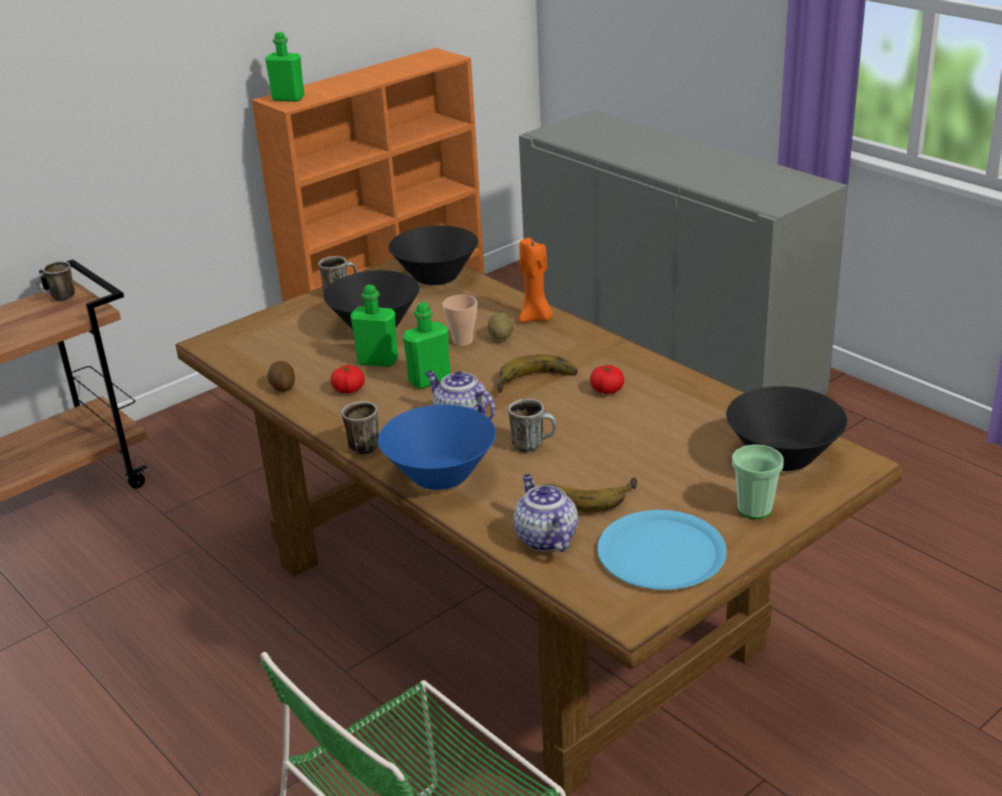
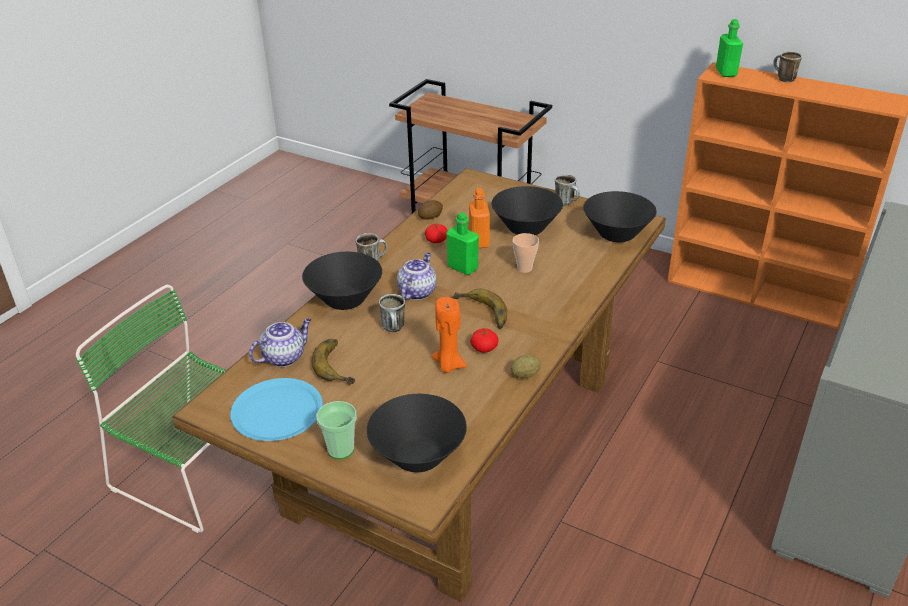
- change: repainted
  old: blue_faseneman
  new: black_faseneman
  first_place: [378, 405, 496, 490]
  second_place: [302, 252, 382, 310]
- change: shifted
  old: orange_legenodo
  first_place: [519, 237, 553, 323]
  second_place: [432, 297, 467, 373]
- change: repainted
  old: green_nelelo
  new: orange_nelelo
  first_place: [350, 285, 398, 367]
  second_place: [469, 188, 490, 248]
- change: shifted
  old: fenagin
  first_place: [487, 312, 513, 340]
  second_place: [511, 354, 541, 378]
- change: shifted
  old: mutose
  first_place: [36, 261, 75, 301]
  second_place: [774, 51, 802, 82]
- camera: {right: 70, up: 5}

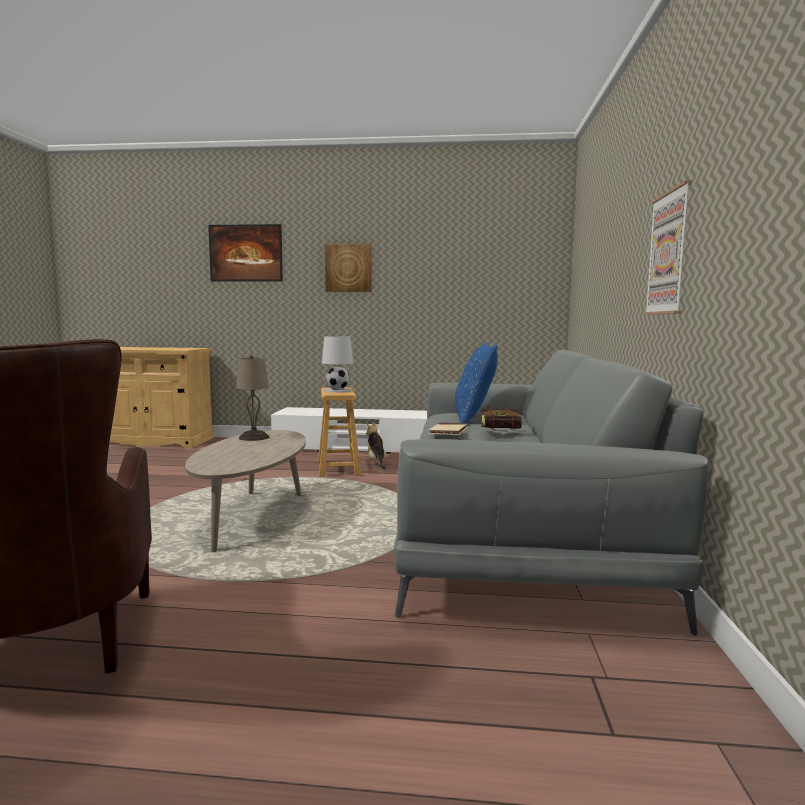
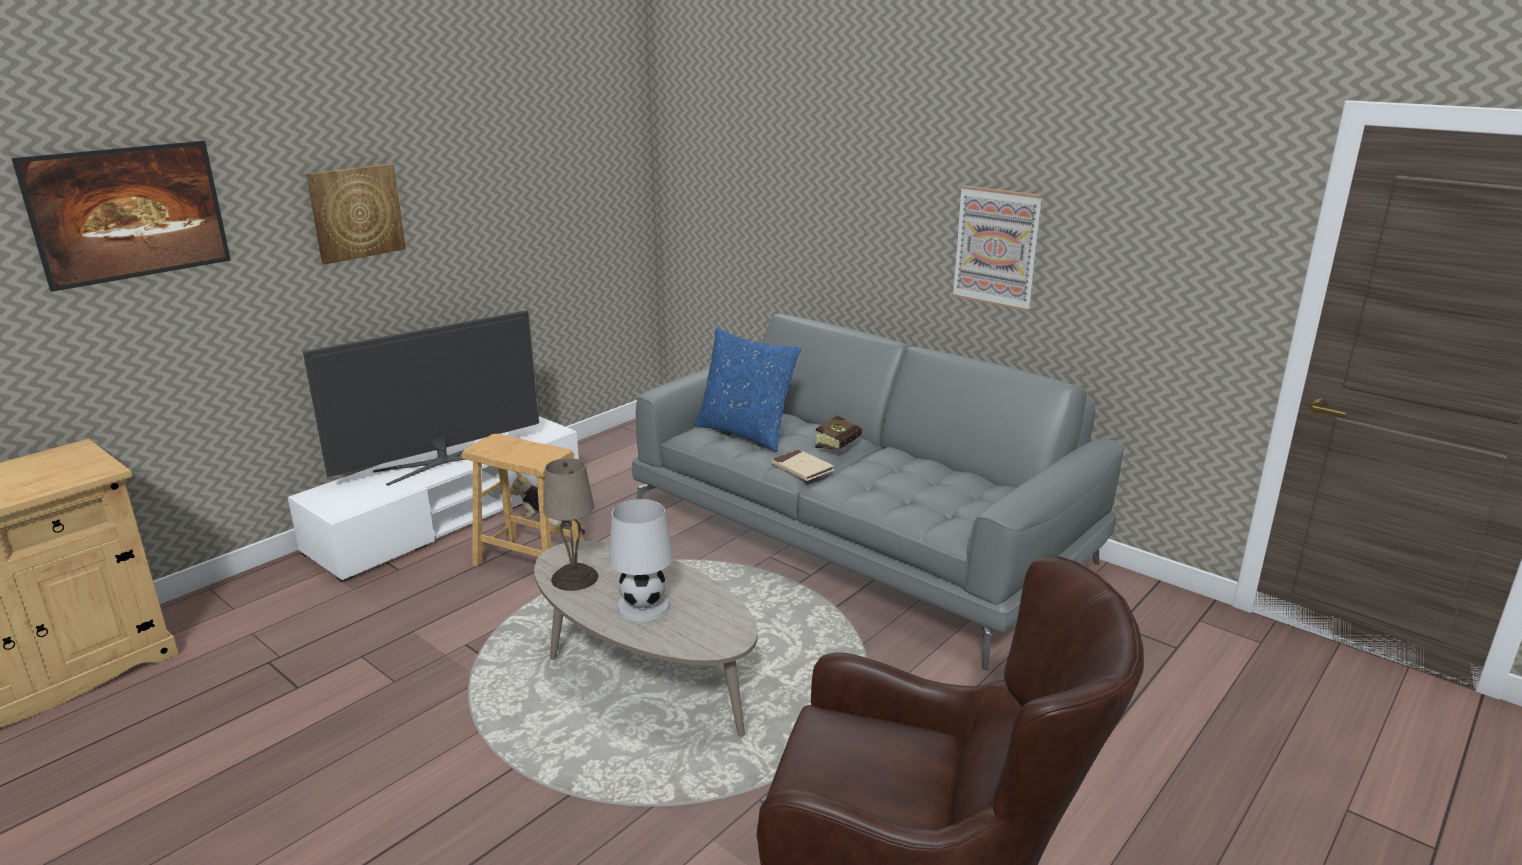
- change: new
  new: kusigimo
  second_place: [303, 310, 539, 486]
- change: shifted
  old: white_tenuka
  first_place: [322, 336, 353, 393]
  second_place: [609, 499, 673, 622]
- camera: {right: -55, up: 15}

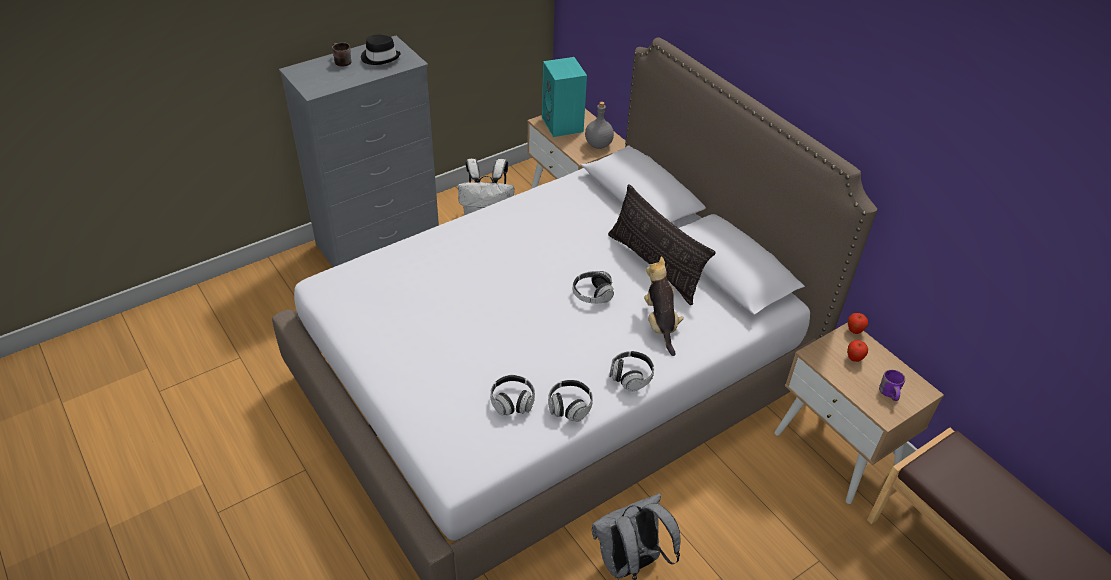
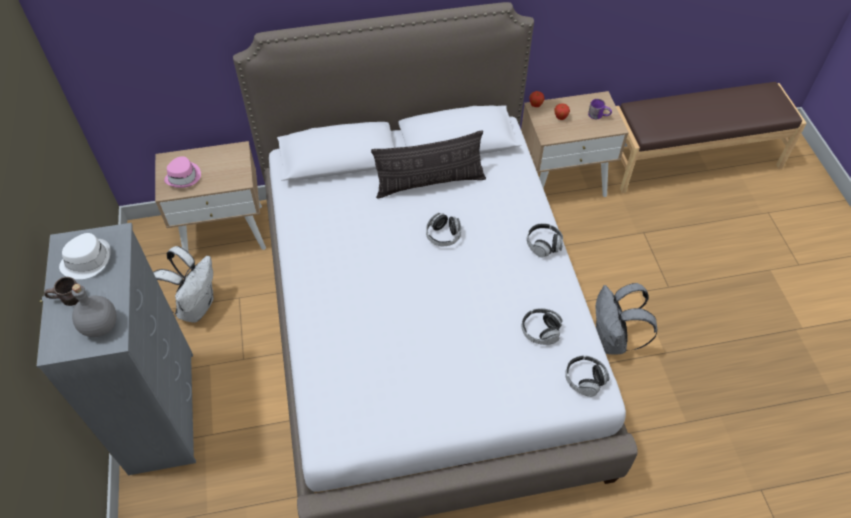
- change: repainted
  old: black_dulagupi
  new: white_dulagupi
  first_place: [361, 35, 401, 65]
  second_place: [59, 233, 111, 279]
- change: shifted
  old: grey_nelelo
  first_place: [585, 102, 614, 149]
  second_place: [72, 284, 117, 337]
- change: swapped
  old: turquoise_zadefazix
  new: pink_dulagupi
  first_place: [542, 57, 587, 137]
  second_place: [164, 156, 201, 188]
- change: shifted
  old: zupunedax
  first_place: [548, 380, 593, 422]
  second_place: [565, 355, 609, 397]
- change: gone
  old: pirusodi
  first_place: [644, 256, 684, 356]
- camera: {right: -65, up: 10}

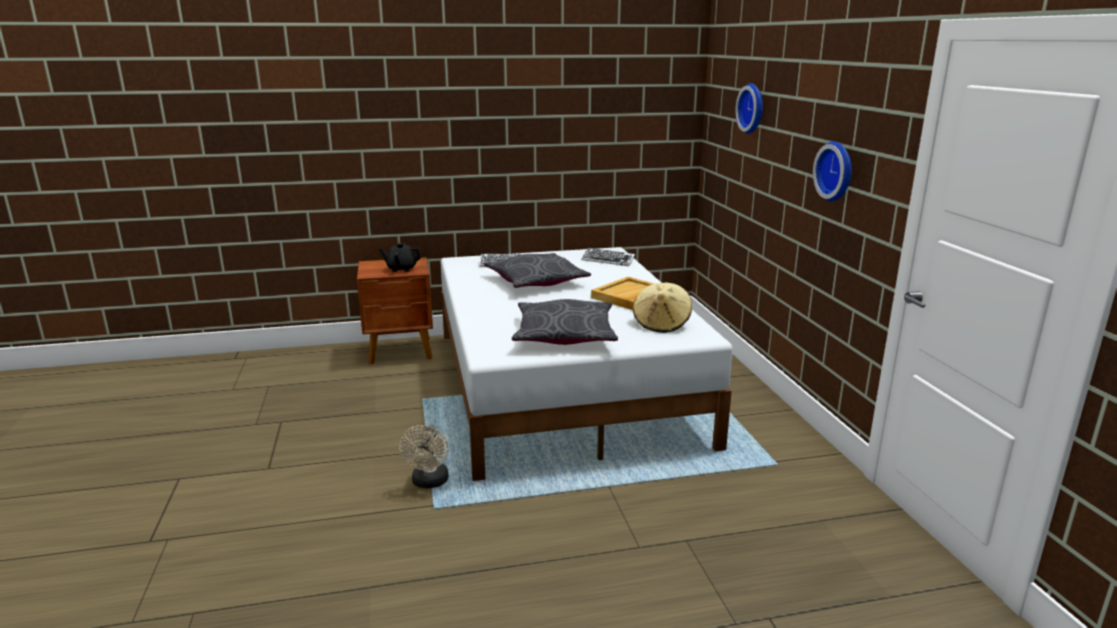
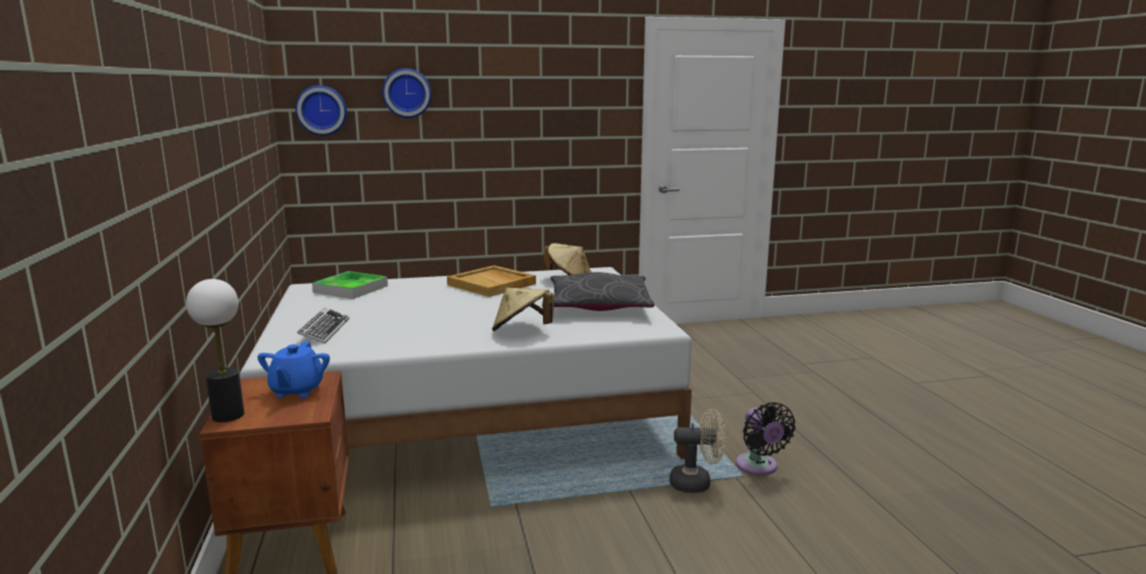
- change: new
  new: tenuka
  second_place: [186, 279, 244, 422]
- change: repainted
  old: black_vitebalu
  new: blue_vitebalu
  first_place: [379, 243, 422, 272]
  second_place: [257, 342, 330, 398]
- change: shifted
  old: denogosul
  first_place: [813, 141, 852, 201]
  second_place: [295, 85, 347, 136]
- change: swapped
  old: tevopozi
  new: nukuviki
  first_place: [581, 248, 635, 266]
  second_place: [312, 271, 388, 299]
- change: new
  new: beige_dulagupi
  second_place: [492, 288, 554, 331]
- change: new
  new: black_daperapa
  second_place: [736, 402, 796, 475]
- change: gone
  old: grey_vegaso
  first_place: [484, 253, 591, 288]
- camera: {right: -90, up: -5}

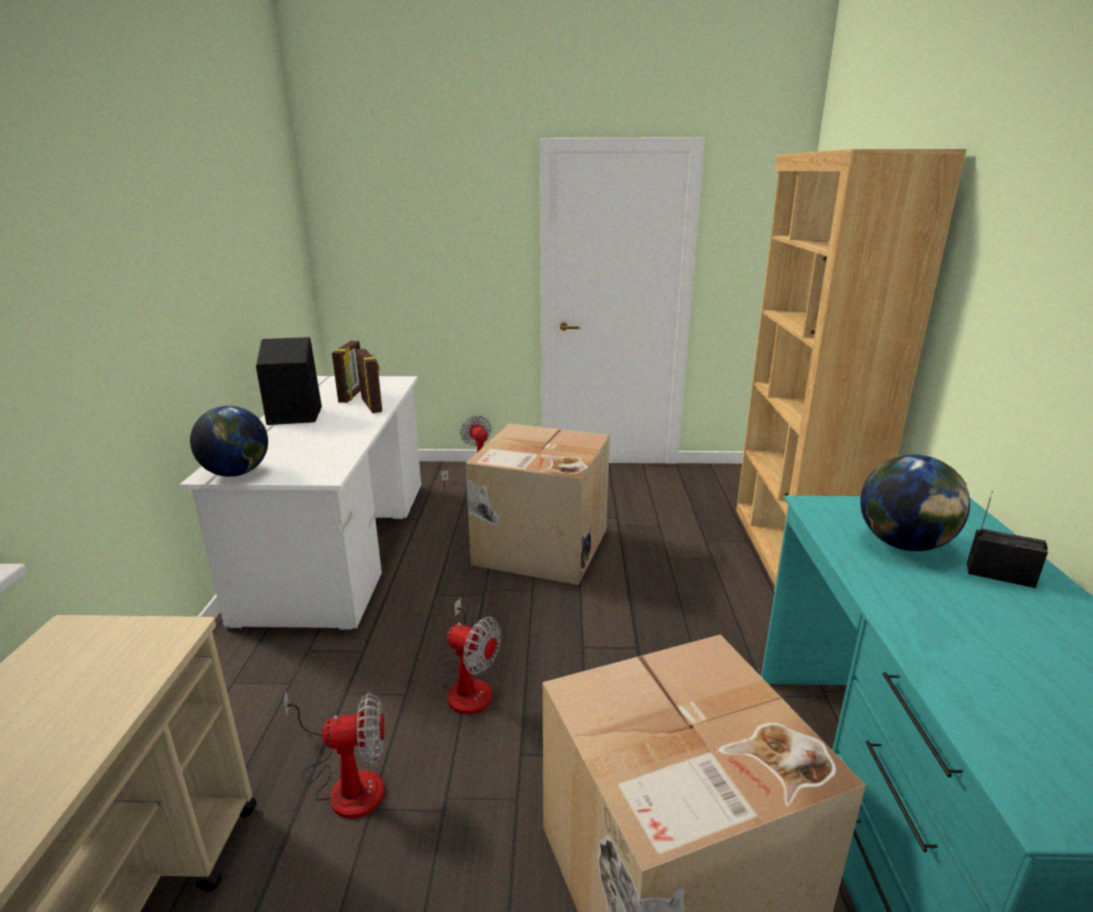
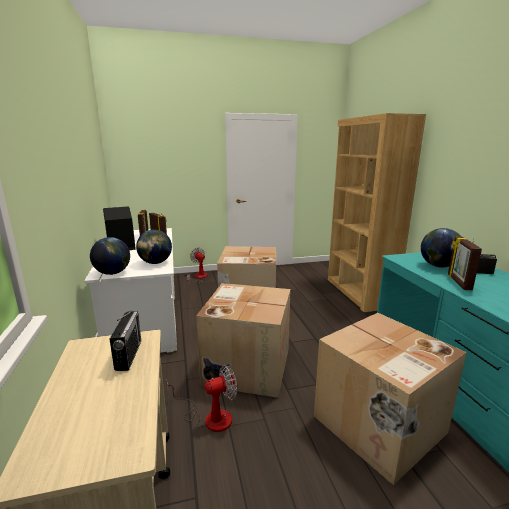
- change: new
  new: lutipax
  second_place: [110, 311, 141, 371]
- change: new
  new: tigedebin
  second_place: [136, 230, 172, 264]
- change: swapped
  old: daperapa
  new: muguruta
  first_place: [442, 598, 501, 714]
  second_place: [196, 283, 291, 398]
- change: new
  new: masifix
  second_place: [448, 237, 482, 291]
- camera: {right: -15, up: -5}

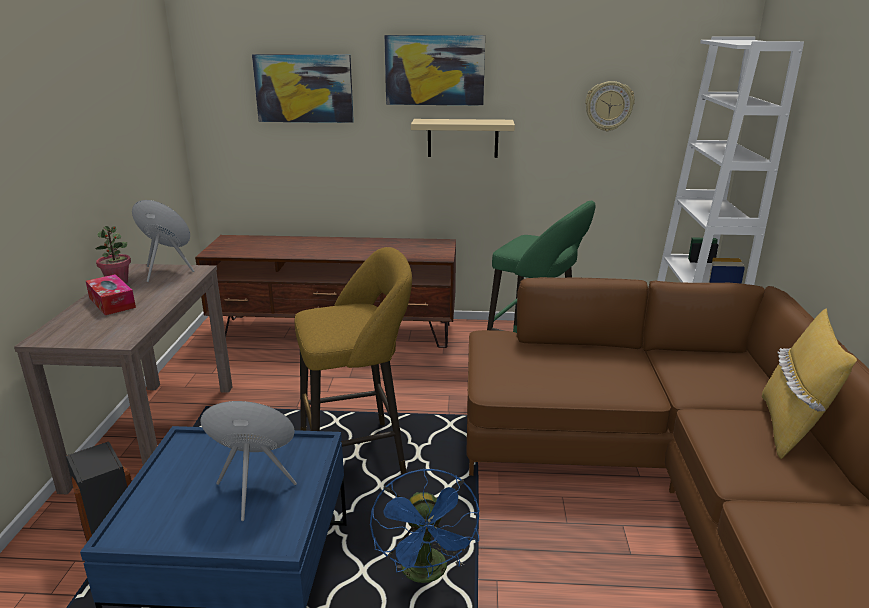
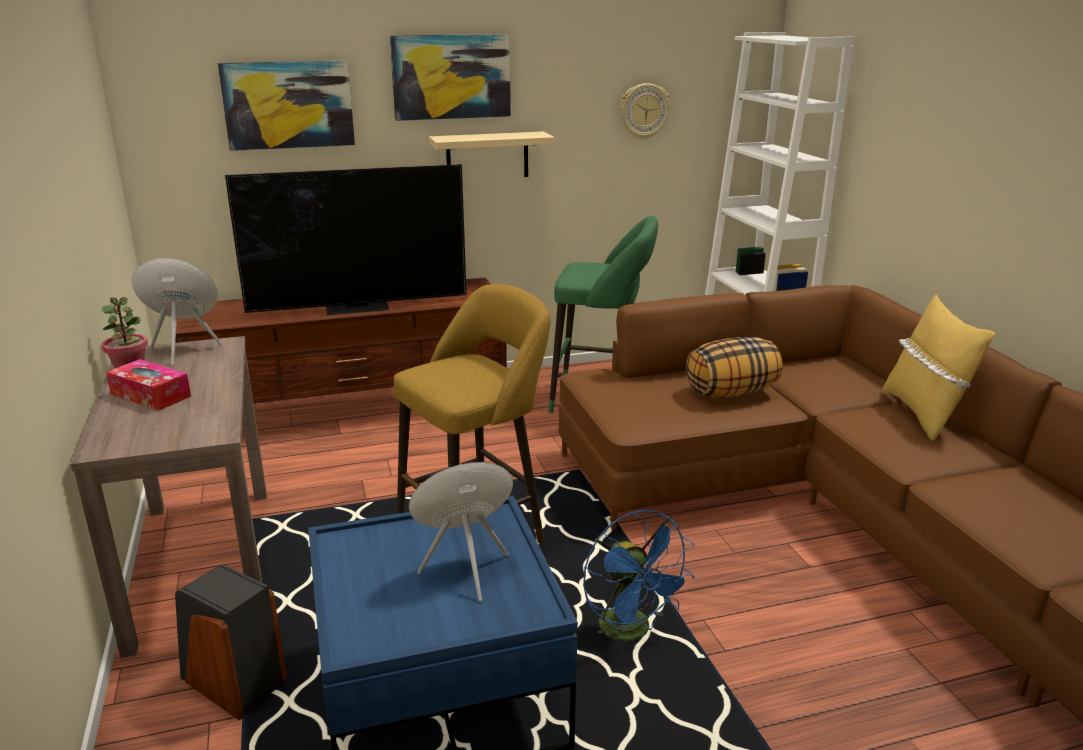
- change: new
  new: kusigimo
  second_place: [225, 164, 467, 315]
- change: new
  new: vegaso
  second_place: [686, 337, 783, 398]
- camera: {right: -20, up: 0}

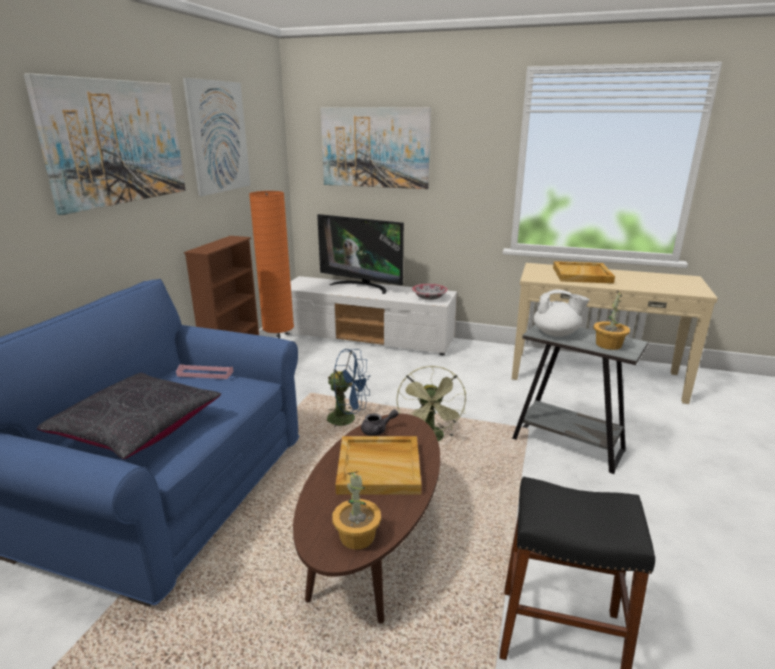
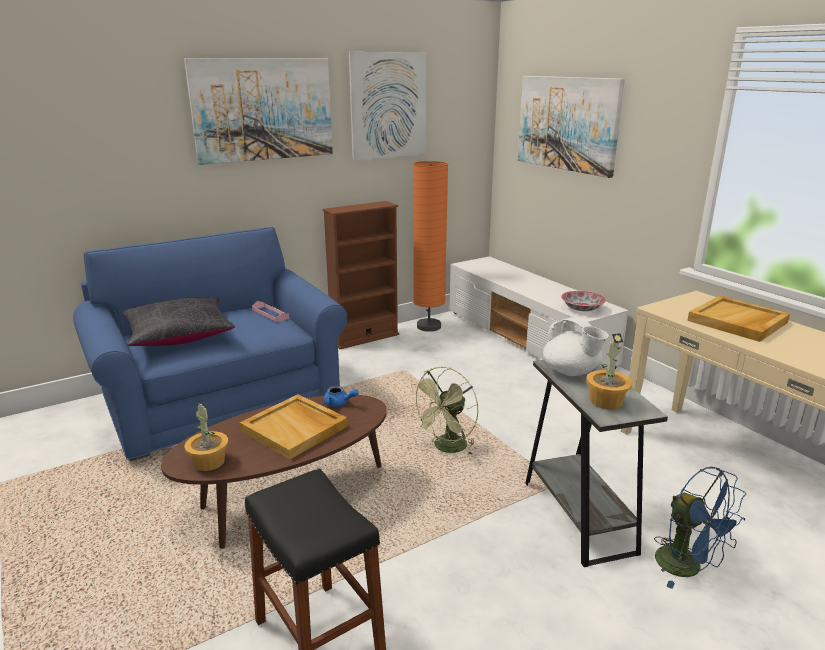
- change: repainted
  old: grey_vitebalu
  new: blue_vitebalu
  first_place: [361, 409, 398, 436]
  second_place: [324, 386, 359, 407]
- change: shifted
  old: blue_daperapa
  first_place: [327, 349, 370, 427]
  second_place: [654, 467, 746, 589]
- change: gone
  old: kusigimo
  first_place: [317, 214, 404, 294]
- camera: {right: 40, up: 0}

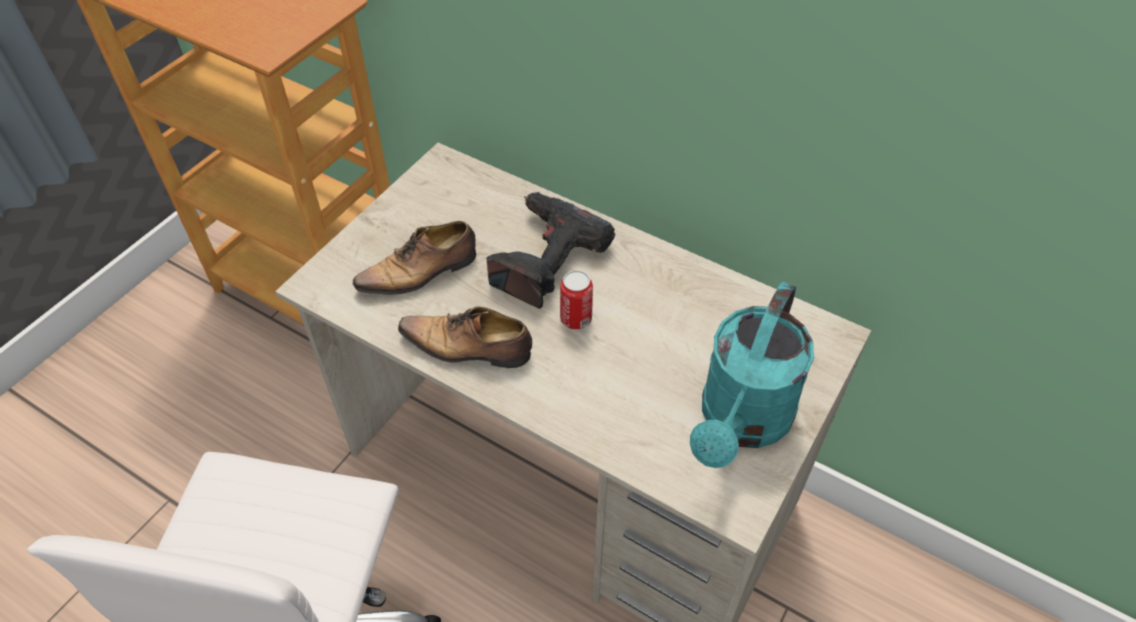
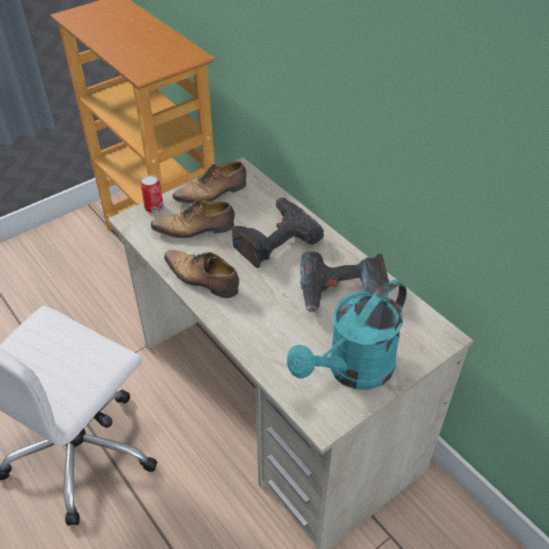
- change: shifted
  old: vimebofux
  first_place: [560, 270, 593, 330]
  second_place: [141, 175, 164, 213]
- change: new
  new: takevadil
  second_place: [172, 161, 246, 204]
- change: new
  new: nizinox
  second_place: [300, 251, 389, 313]
- camera: {right: 20, up: -5}

